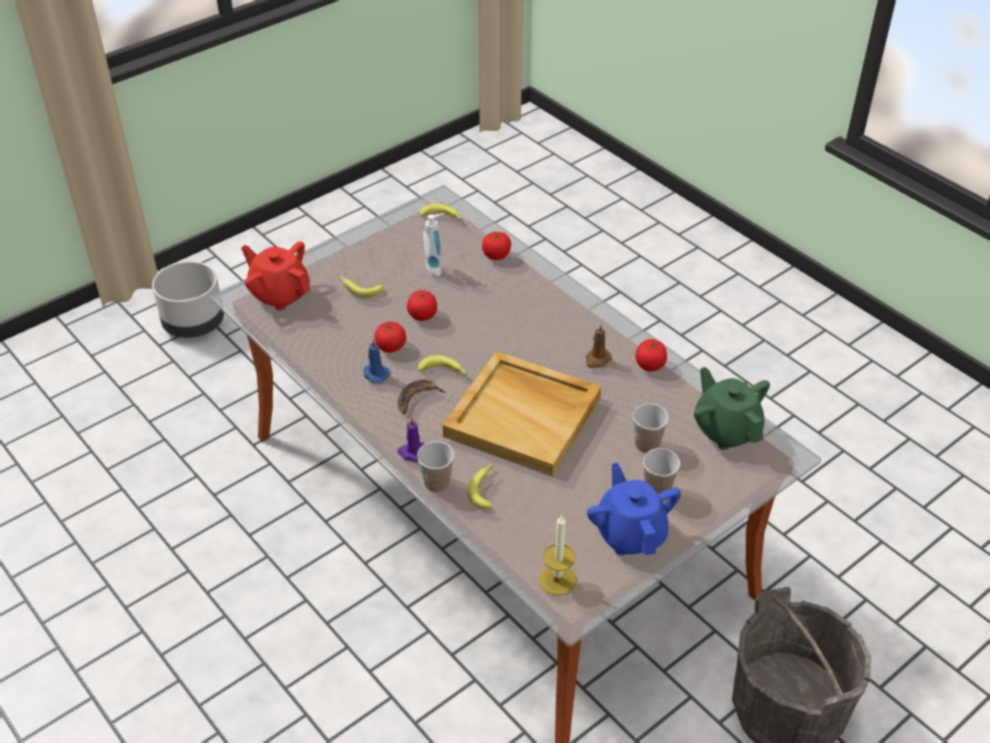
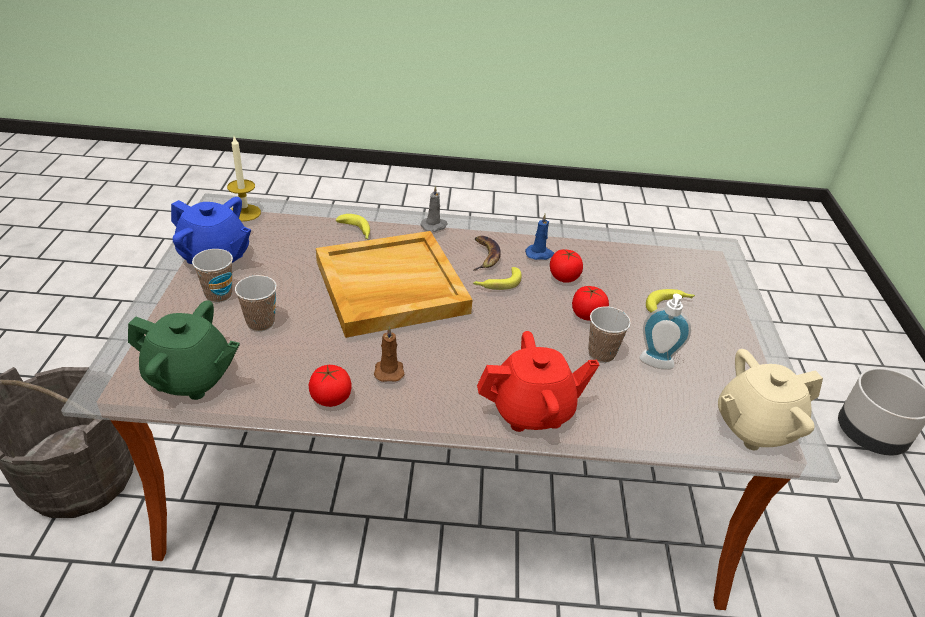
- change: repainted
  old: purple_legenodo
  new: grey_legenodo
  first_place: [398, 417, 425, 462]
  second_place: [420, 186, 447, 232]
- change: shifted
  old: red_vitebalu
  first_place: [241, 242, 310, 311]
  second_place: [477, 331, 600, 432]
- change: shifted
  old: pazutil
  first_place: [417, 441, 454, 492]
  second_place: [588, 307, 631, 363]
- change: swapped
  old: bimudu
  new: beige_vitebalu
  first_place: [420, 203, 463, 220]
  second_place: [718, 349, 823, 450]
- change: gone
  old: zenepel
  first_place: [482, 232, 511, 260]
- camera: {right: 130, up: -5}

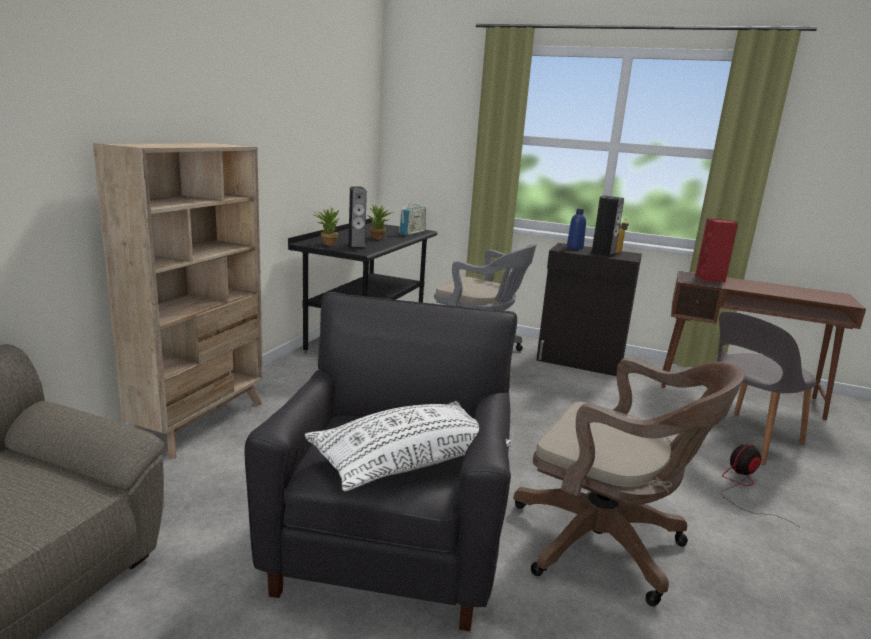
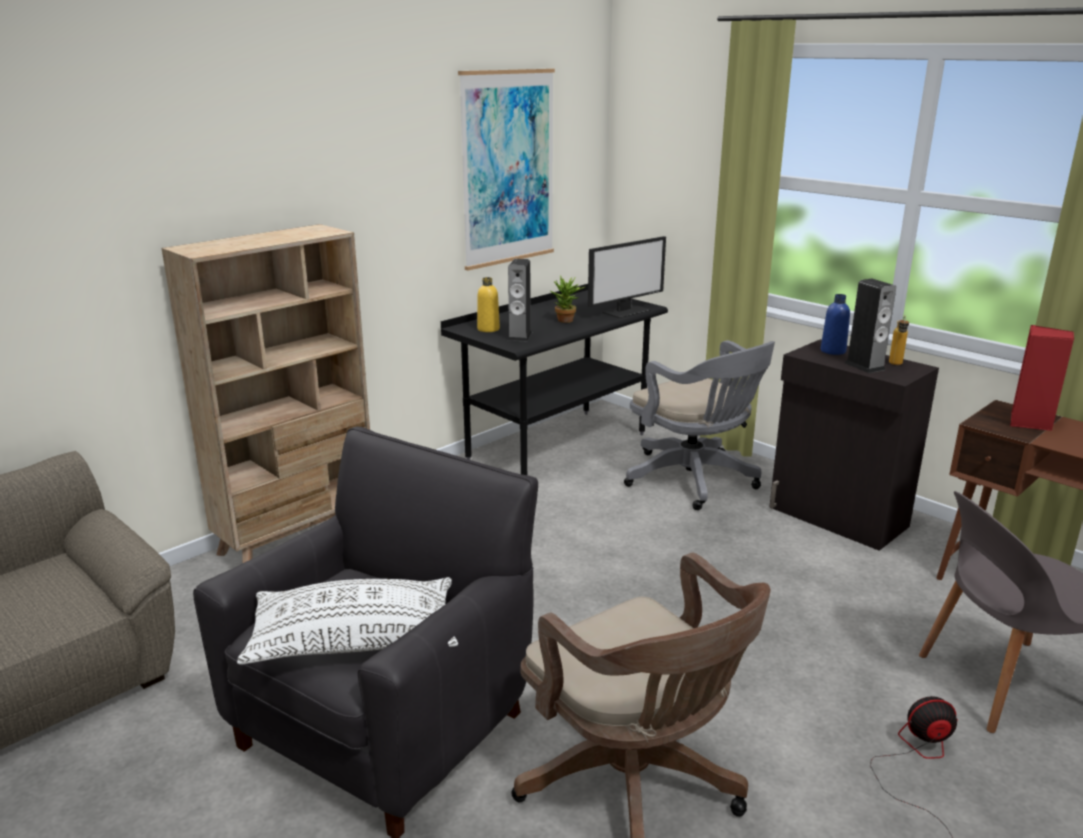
- change: new
  new: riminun
  second_place: [458, 69, 555, 271]
- change: swapped
  old: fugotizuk
  new: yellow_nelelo
  first_place: [314, 208, 340, 245]
  second_place: [477, 277, 500, 332]
- change: swapped
  old: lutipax
  new: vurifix
  first_place: [399, 202, 426, 236]
  second_place: [588, 236, 666, 318]
- camera: {right: 25, up: 5}

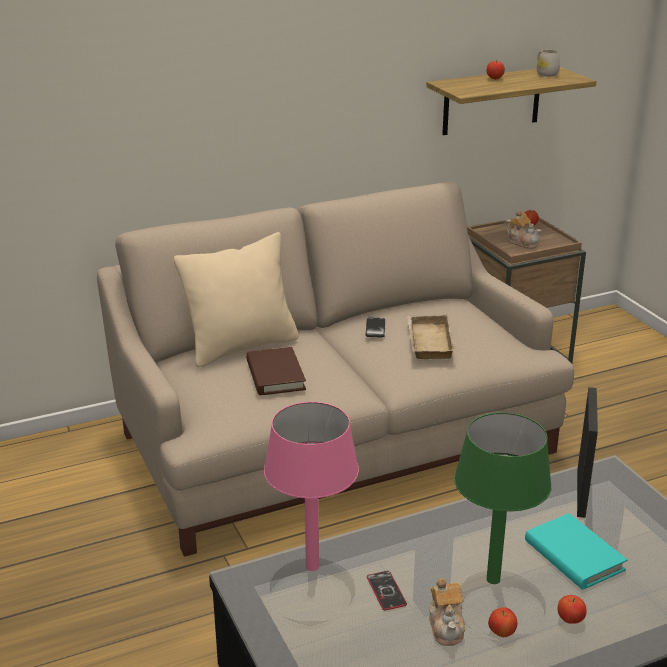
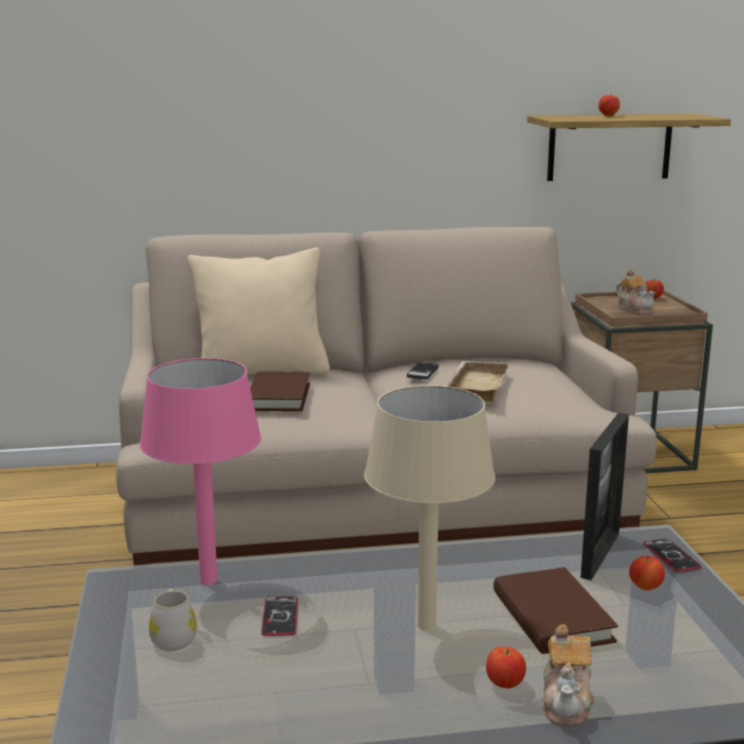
- change: shifted
  old: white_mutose
  first_place: [537, 49, 560, 77]
  second_place: [149, 589, 197, 652]
- change: repainted
  old: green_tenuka
  new: beige_tenuka
  first_place: [454, 413, 552, 584]
  second_place: [364, 385, 495, 631]
- change: repainted
  old: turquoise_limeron
  new: brown_limeron
  first_place: [525, 513, 628, 590]
  second_place: [493, 567, 618, 654]
- change: shifted
  old: vitebalu
  first_place: [429, 578, 465, 646]
  second_place: [543, 624, 594, 726]
- change: shifted
  old: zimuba
  first_place: [488, 607, 517, 637]
  second_place: [629, 556, 665, 591]
- change: new
  new: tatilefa
  second_place: [643, 538, 701, 572]
- camera: {right: 15, up: -10}

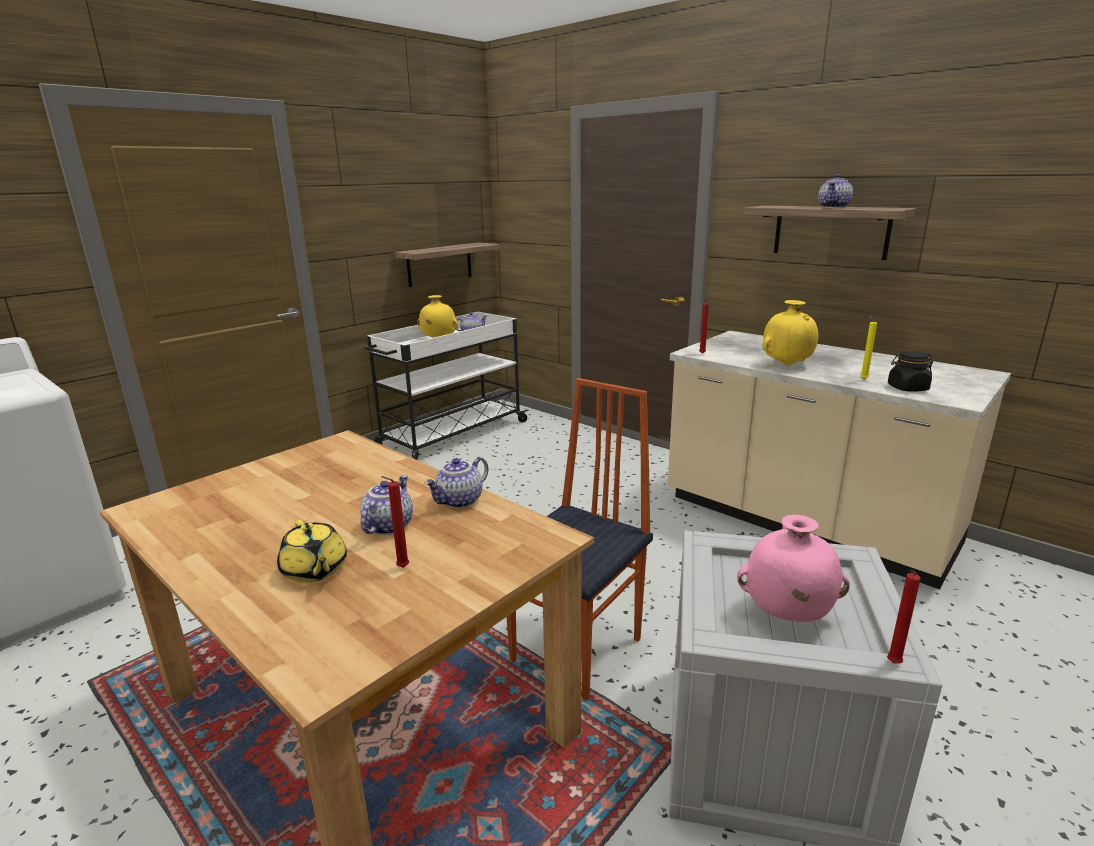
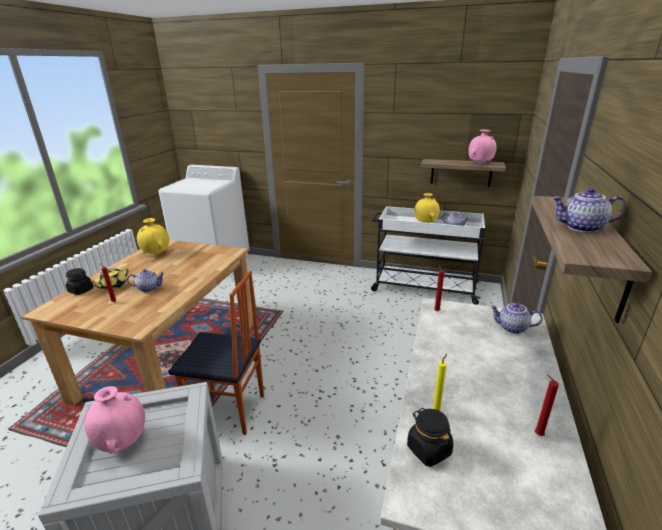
- change: new
  new: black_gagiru
  second_place: [66, 268, 93, 295]
- change: shifted
  old: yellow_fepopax
  first_place: [762, 300, 818, 366]
  second_place: [137, 218, 169, 255]
- change: new
  new: pink_fepopax
  second_place: [468, 130, 497, 164]
- change: shifted
  old: vitebalu
  first_place: [424, 457, 488, 508]
  second_place: [490, 303, 542, 334]
- change: shifted
  old: red_legenodo
  first_place: [887, 570, 921, 664]
  second_place: [535, 374, 559, 436]
- camera: {right: 65, up: 5}

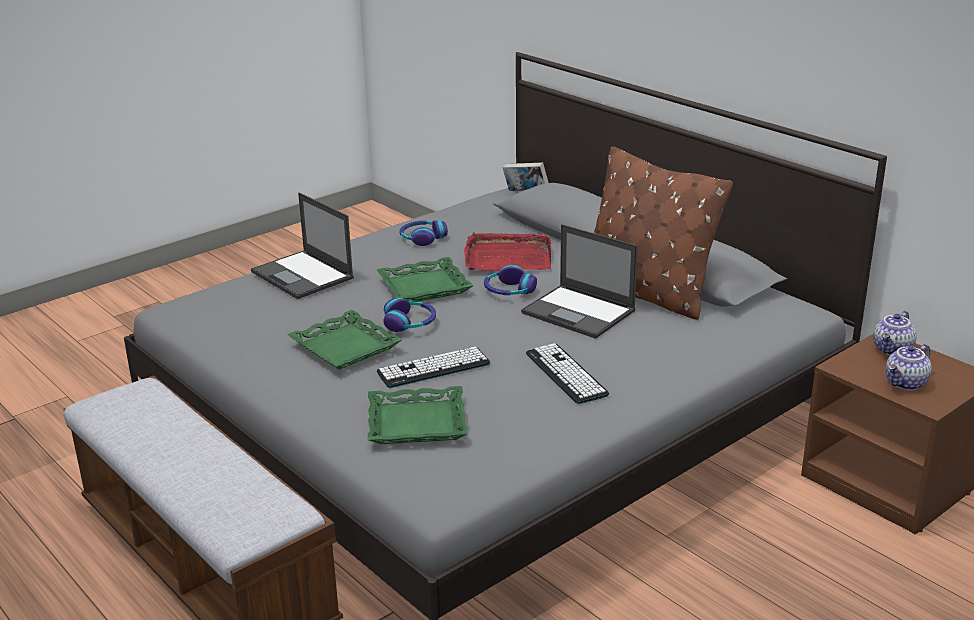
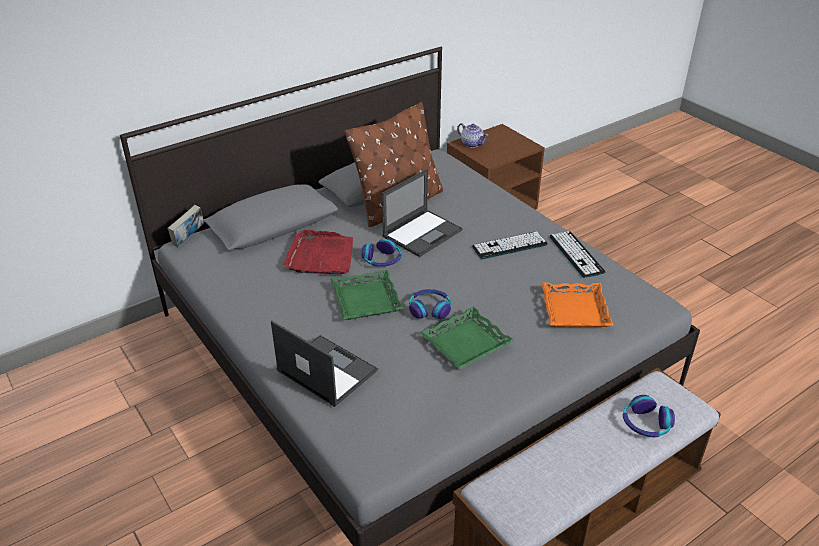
- change: rotated
  old: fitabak
  first_place: [251, 193, 354, 299]
  second_place: [271, 320, 378, 407]
  degrees: -105
- change: repainted
  old: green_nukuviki
  new: orange_nukuviki
  first_place: [368, 386, 468, 444]
  second_place: [541, 283, 613, 327]
- change: shifted
  old: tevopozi
  first_place: [376, 347, 490, 388]
  second_place: [550, 231, 605, 278]
- change: shifted
  old: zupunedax
  first_place: [399, 220, 448, 246]
  second_place: [623, 395, 675, 438]
- change: gone
  old: vitebalu
  first_place: [886, 344, 932, 391]
- camera: {right: -85, up: 10}

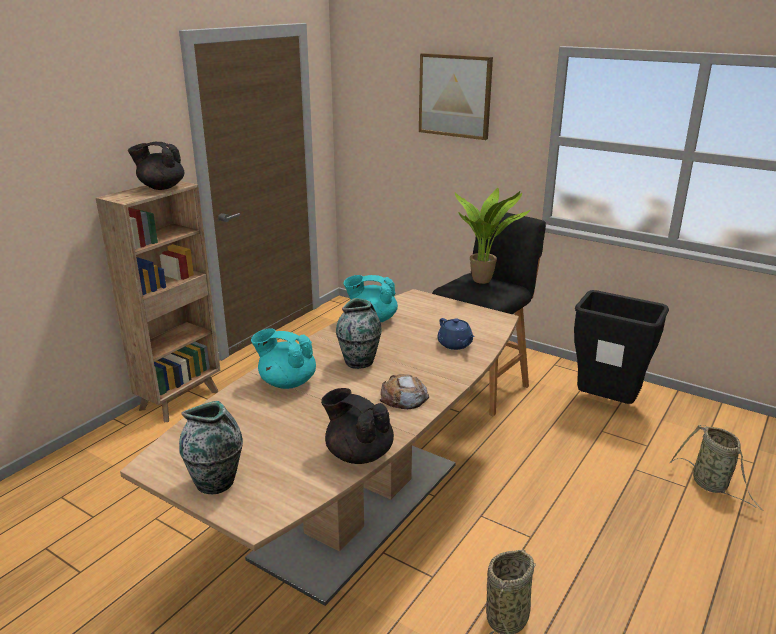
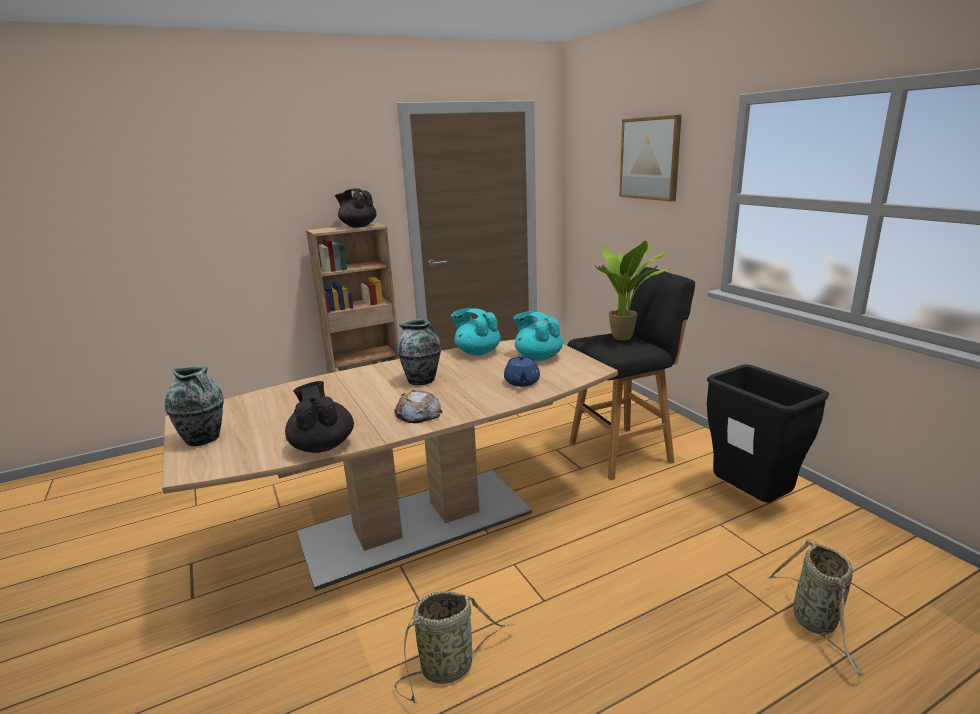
- change: shifted
  old: turquoise_vitebalu
  first_place: [251, 329, 316, 389]
  second_place: [513, 311, 563, 361]
- camera: {right: 30, up: -5}

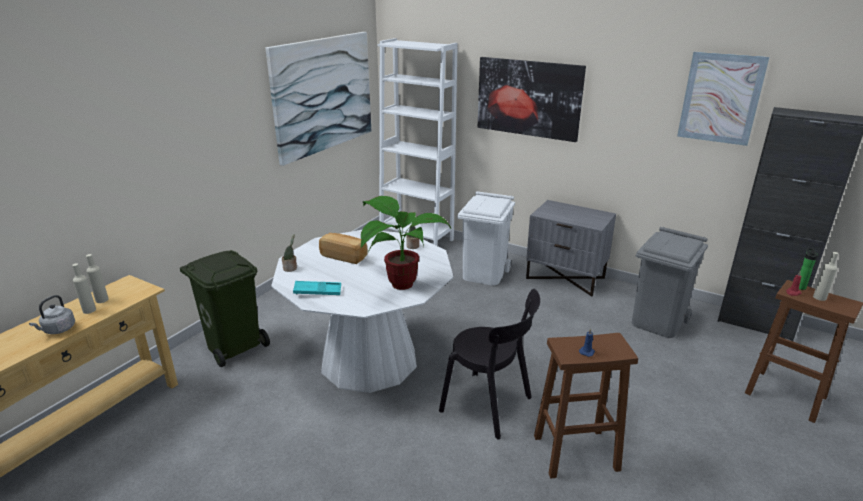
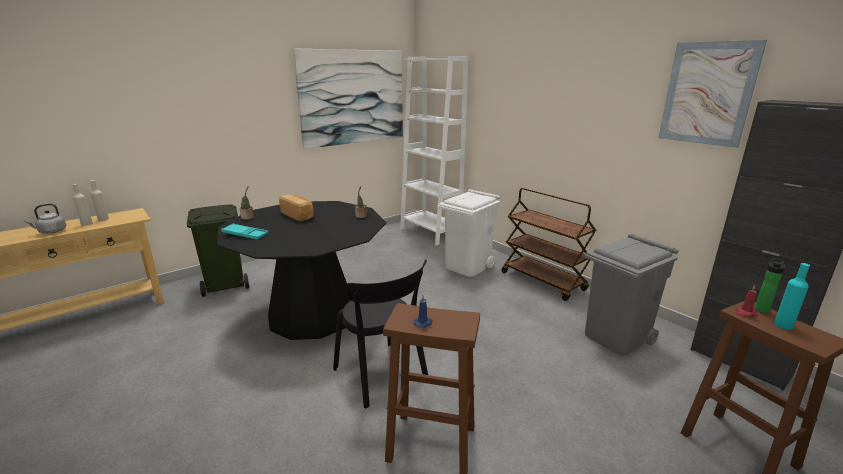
- change: repainted
  old: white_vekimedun
  new: black_vekimedun
  first_place: [271, 230, 454, 393]
  second_place: [217, 201, 386, 340]
- change: swapped
  old: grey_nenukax
  new: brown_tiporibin
  first_place: [526, 200, 616, 297]
  second_place: [501, 188, 596, 301]
- change: repainted
  old: beige_nelelo
  new: turquoise_nelelo
  first_place: [813, 252, 838, 301]
  second_place: [774, 263, 810, 330]
- change: gone
  old: fugotizuk
  first_place: [361, 196, 451, 290]
- change: gone
  old: riminun
  first_place: [478, 57, 586, 142]
- camera: {right: 20, up: -5}

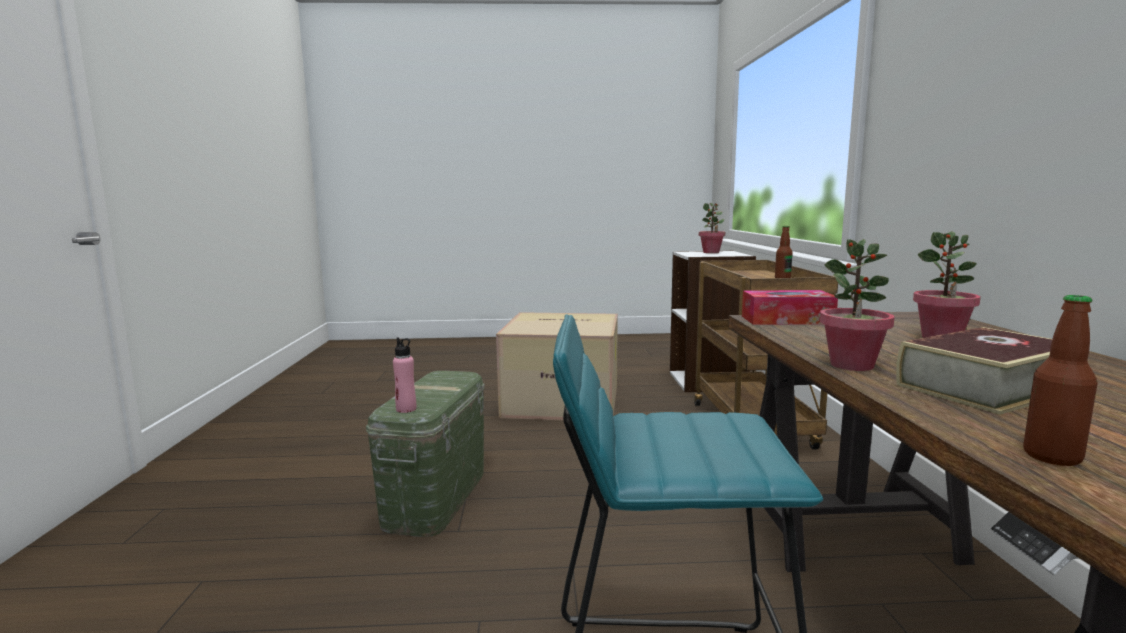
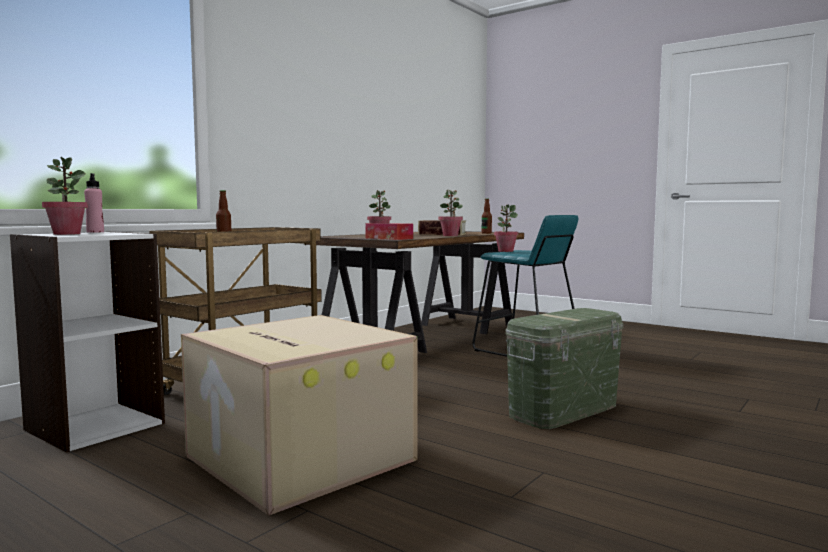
- change: shifted
  old: pink_nelelo
  first_place: [393, 337, 416, 413]
  second_place: [84, 173, 104, 233]
- change: new
  new: fugotizuk
  second_place: [494, 205, 519, 252]
- camera: {right: -140, up: -5}

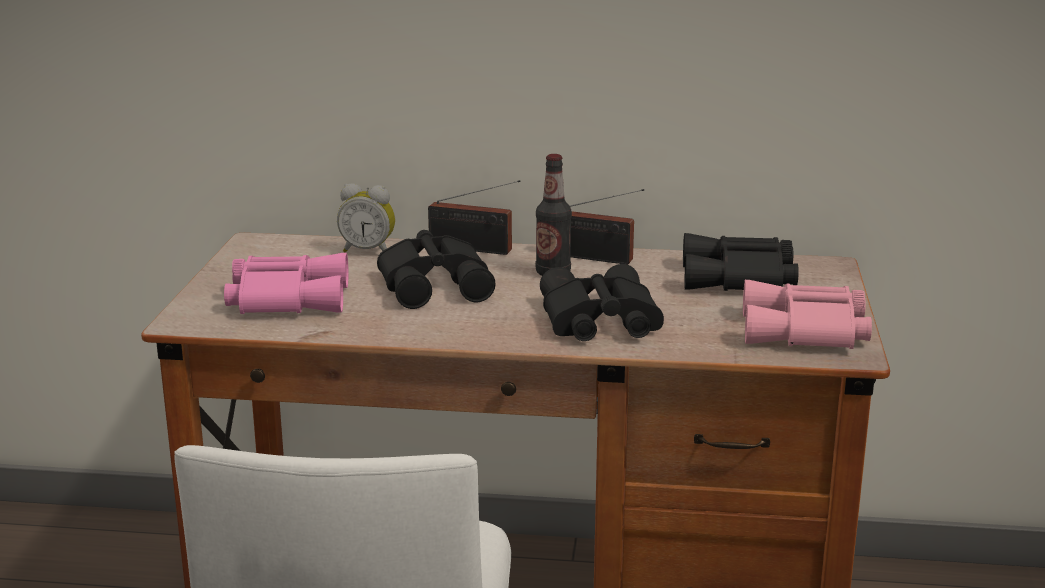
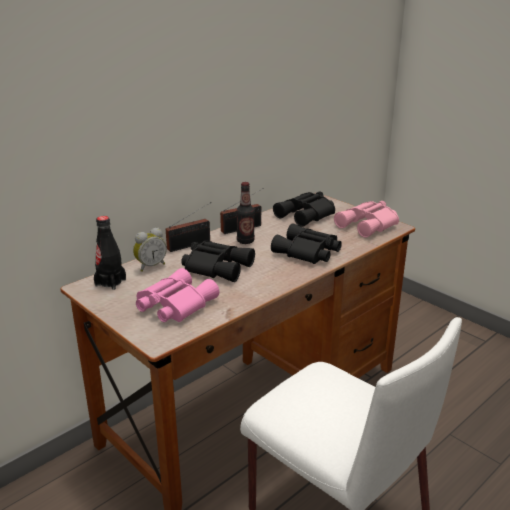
- change: new
  new: black_nelelo
  second_place: [94, 216, 126, 290]
- camera: {right: -50, up: 5}

